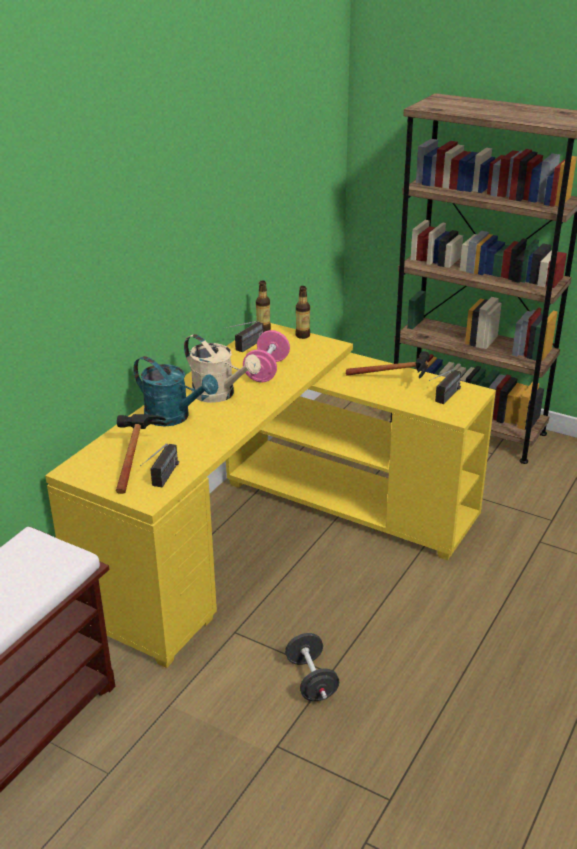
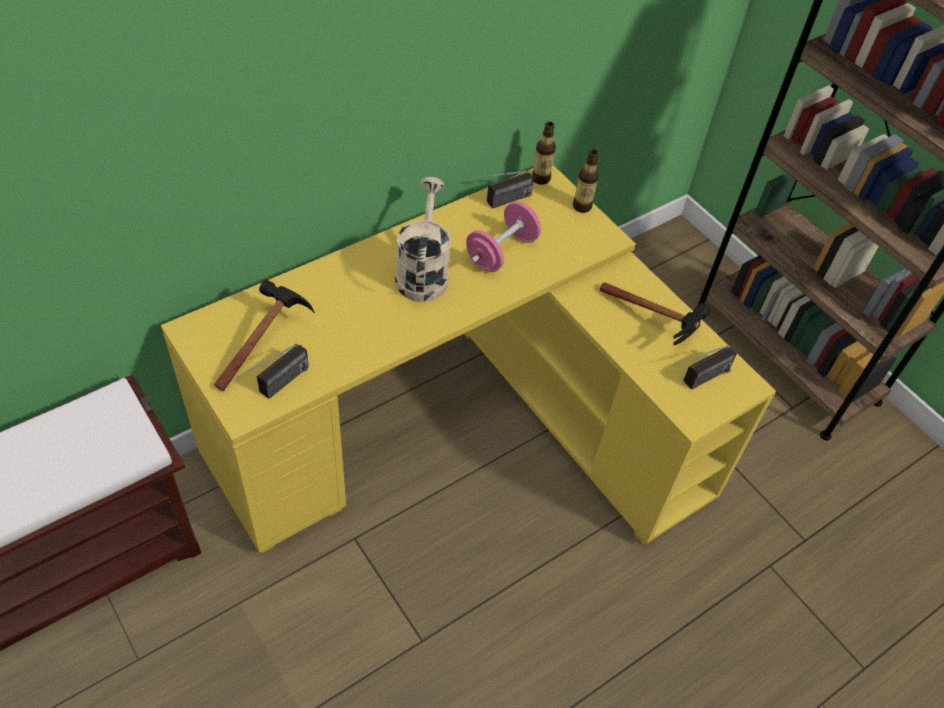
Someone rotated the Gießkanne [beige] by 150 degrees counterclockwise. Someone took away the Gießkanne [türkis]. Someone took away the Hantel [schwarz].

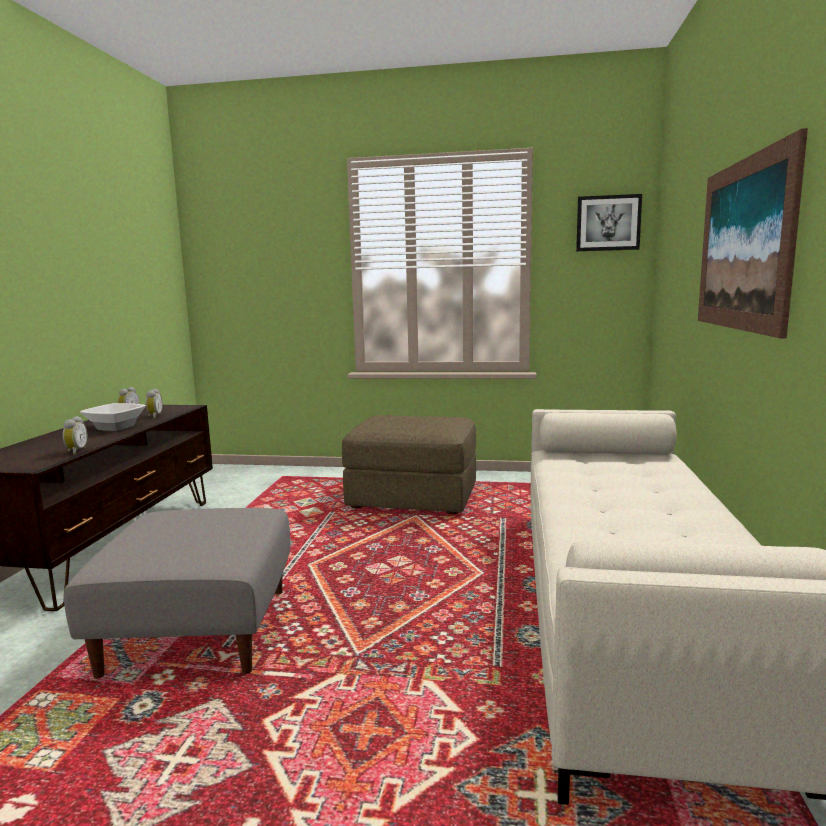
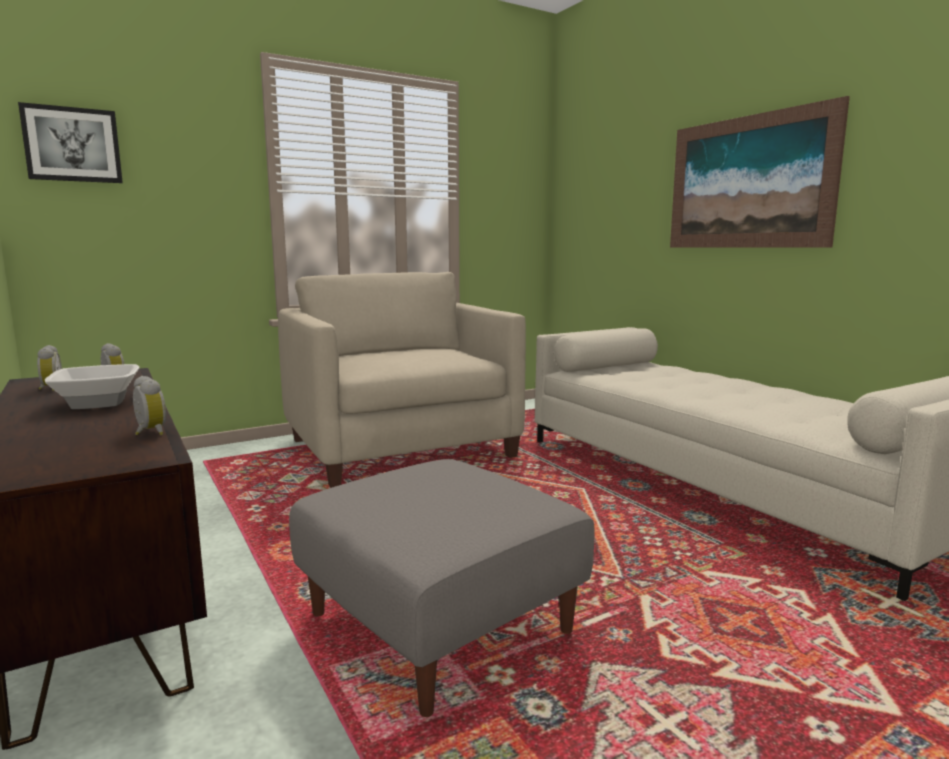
Someone carried the Bild (no. 1 from left). Someone swapped the Polsterhocker [braun] for the Sessel [beige].

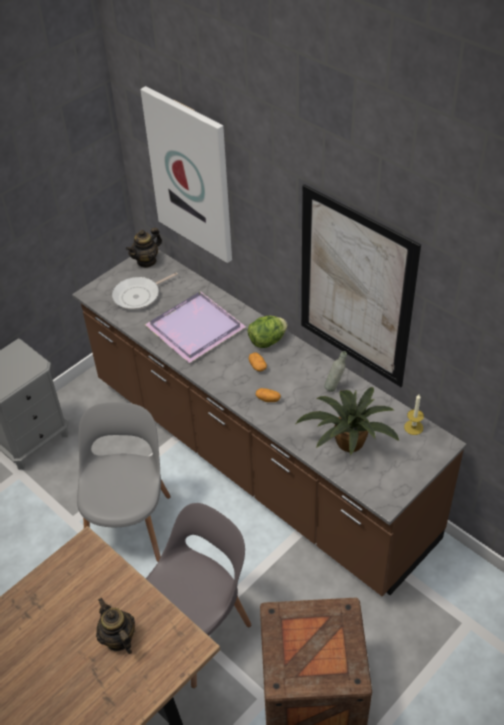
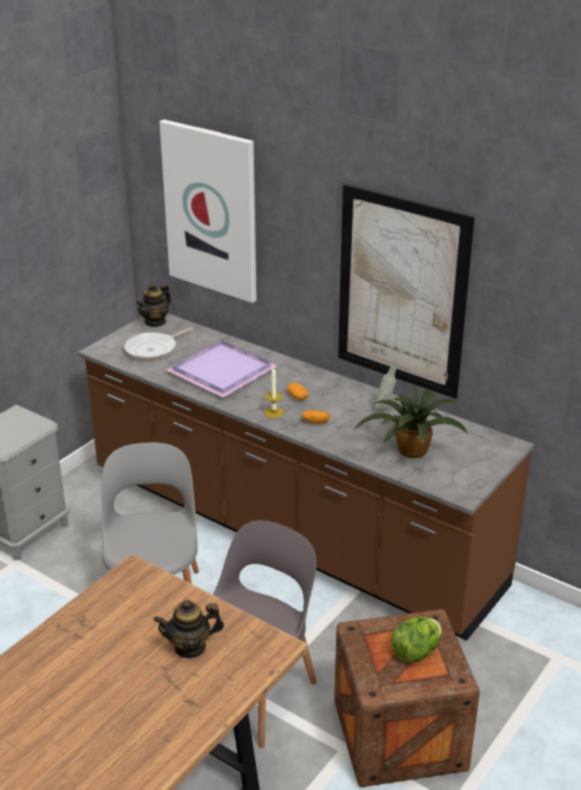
Someone carried the Salatkopf. Someone carried the Kerze. Someone rotated the Teekanne (no. 1 from left in the first image) by 60 degrees counterclockwise.

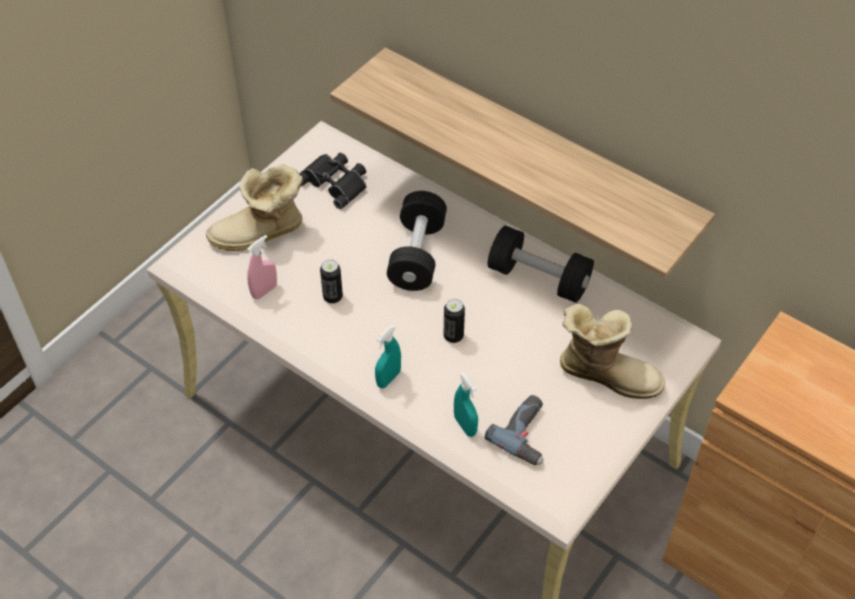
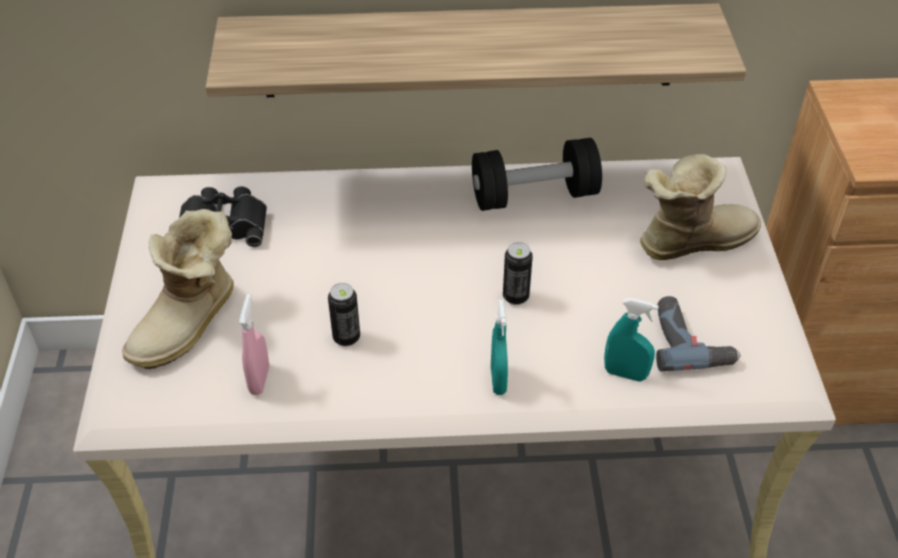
Someone took away the Hantel [schwarz] (no. 1 from left).

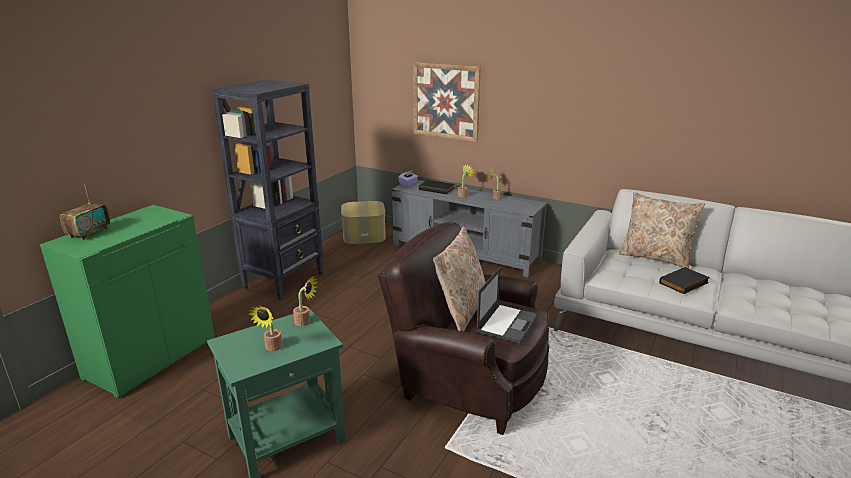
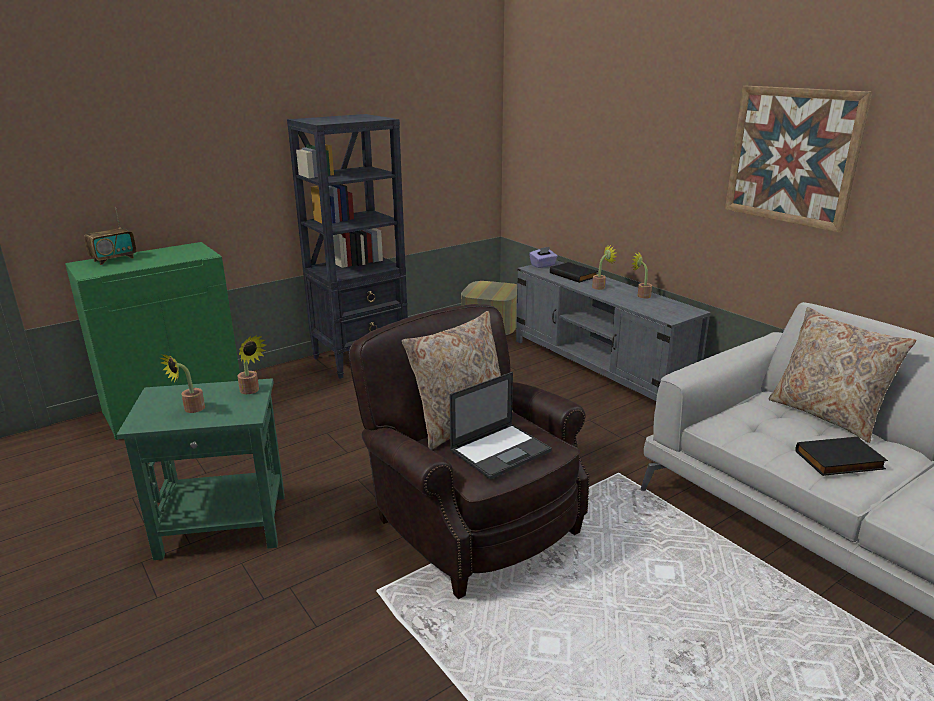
Someone carried the Bild.

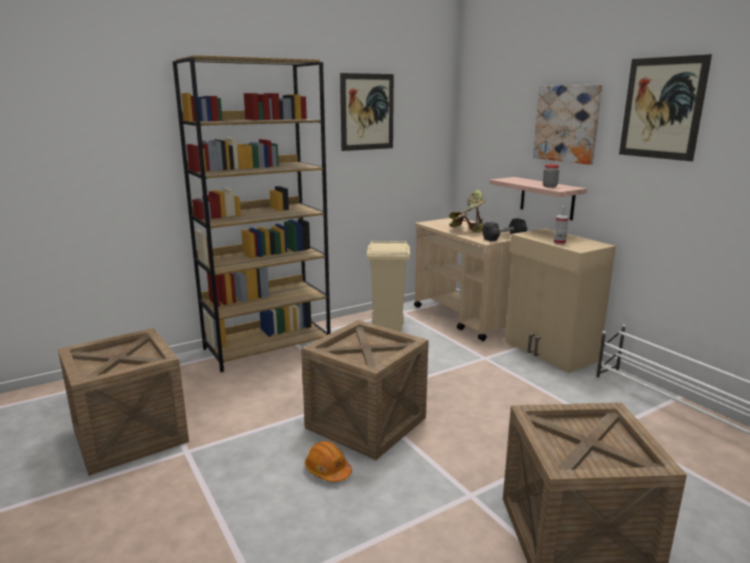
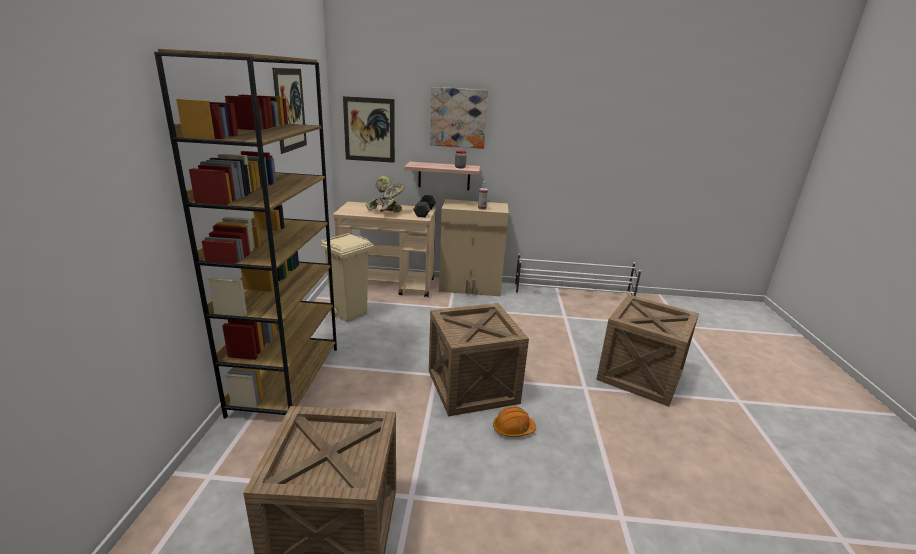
Someone carried the Bild (no. 3 from left in the first image).

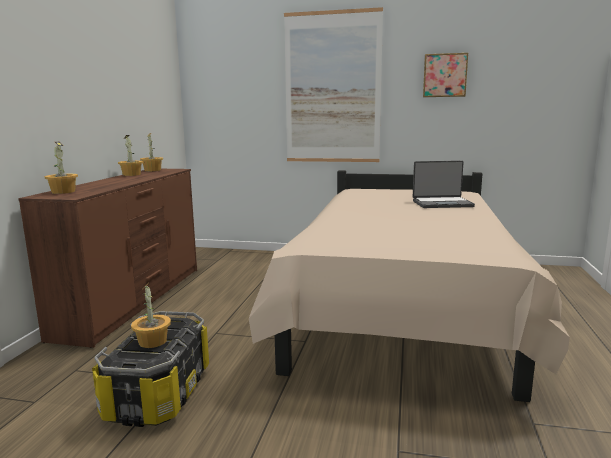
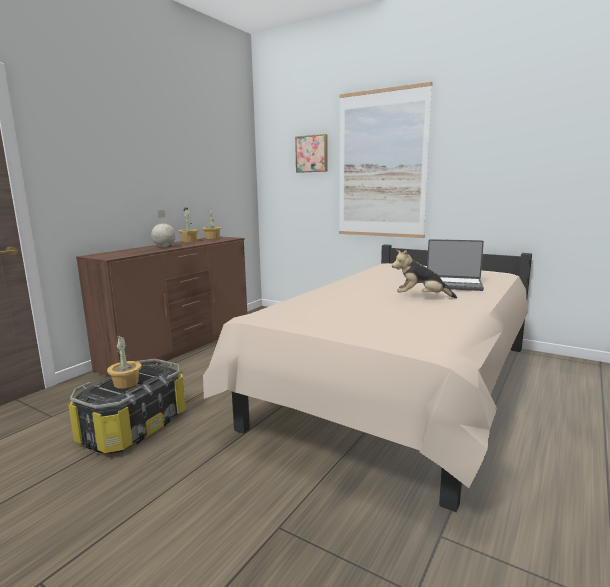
Someone carried the Bild (no. 2 from left in the first image). Someone took away the Topfpflanze (no. 1 from left). Someone put down the Globus. Someone put down the Plüschtier.

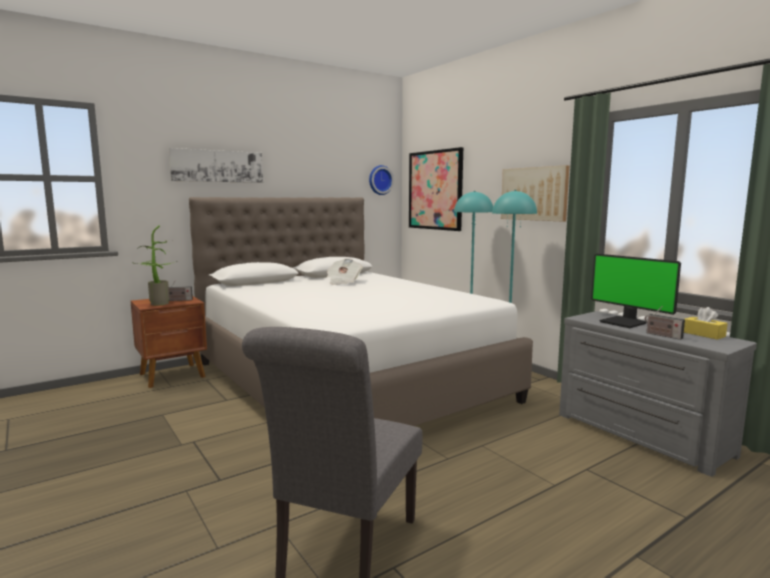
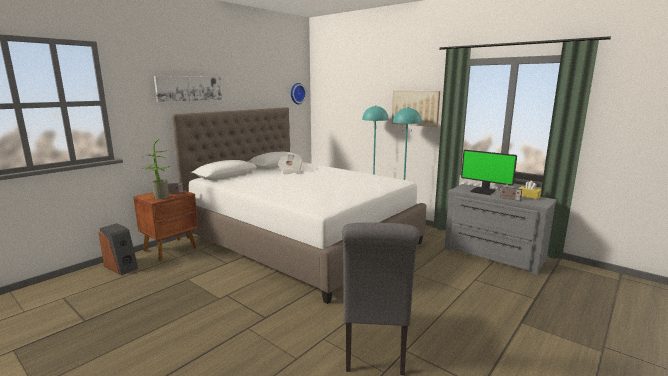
Someone took away the Bild (no. 2 from left). Someone put down the Lautsprecher.

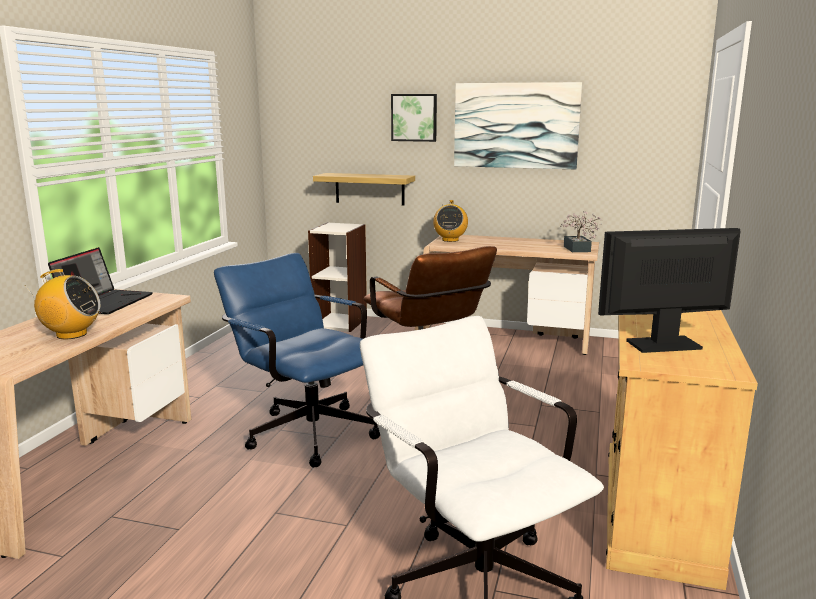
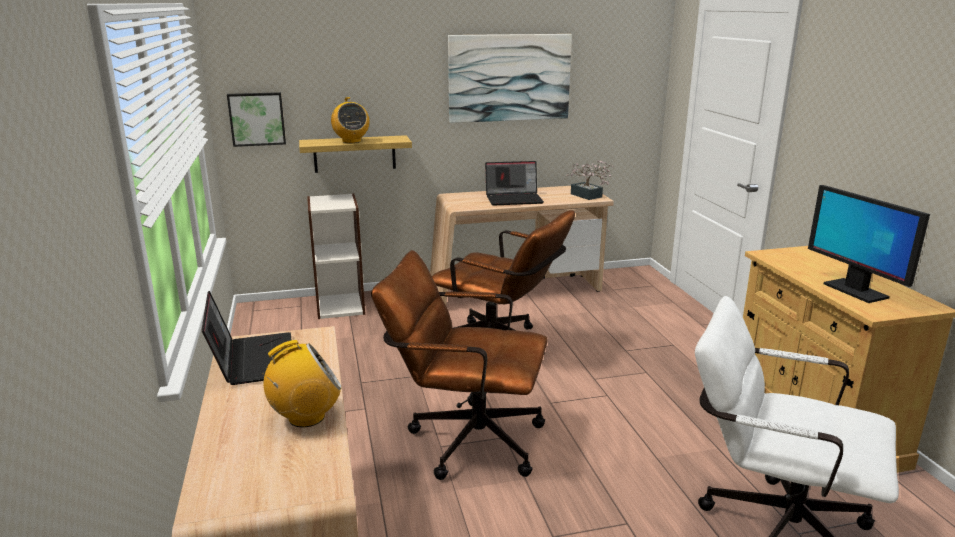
Someone carried the Bild (no. 1 from left). Someone carried the Radio (no. 2 from left). Someone rotated the Monitor by 75 degrees counterclockwise. Someone repainted the Bürostuhl [blau], which became the Bürostuhl [braun] (no. 1 from left). Someone put down the Laptop (no. 2 from left).

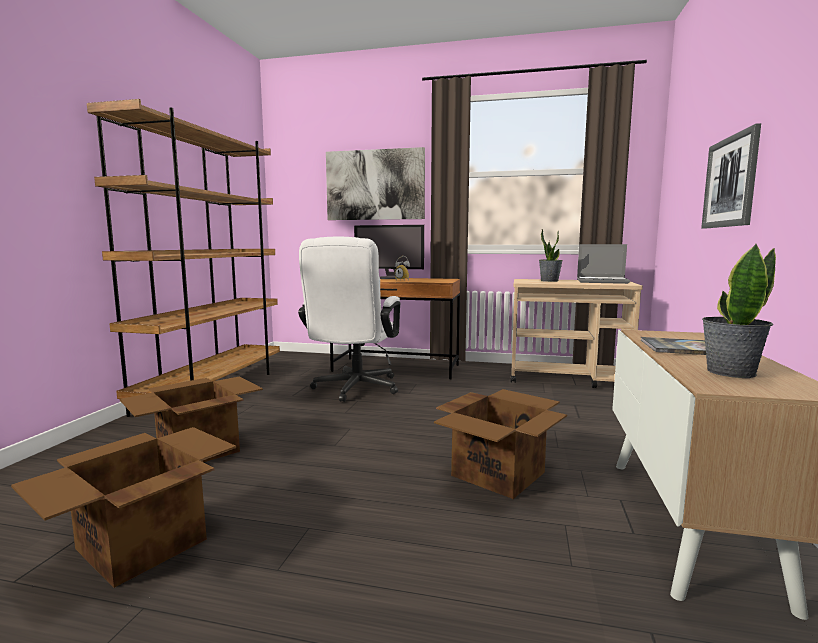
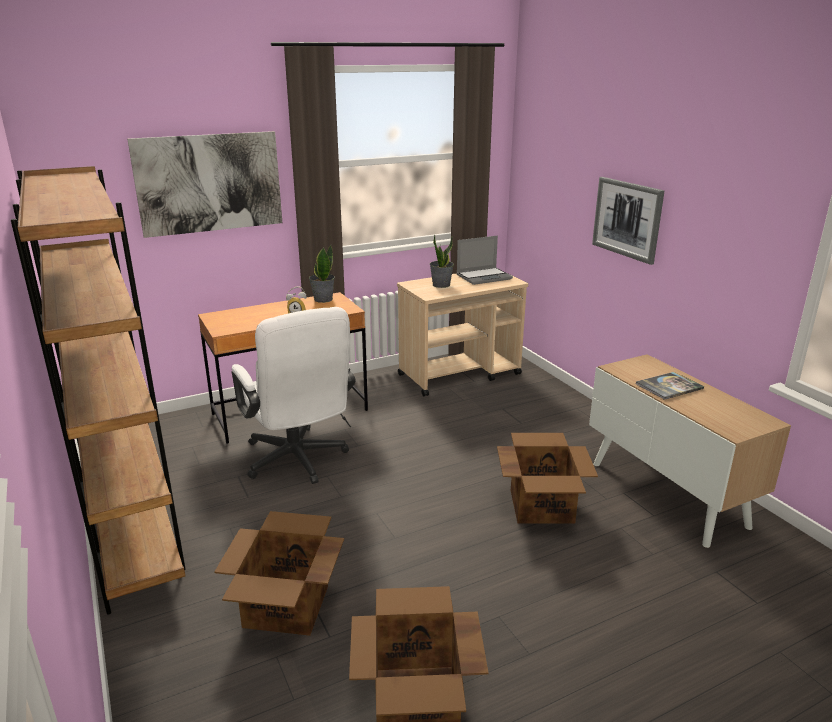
Someone took away the Monitor. Someone carried the Topfpflanze (no. 2 from left in the first image).

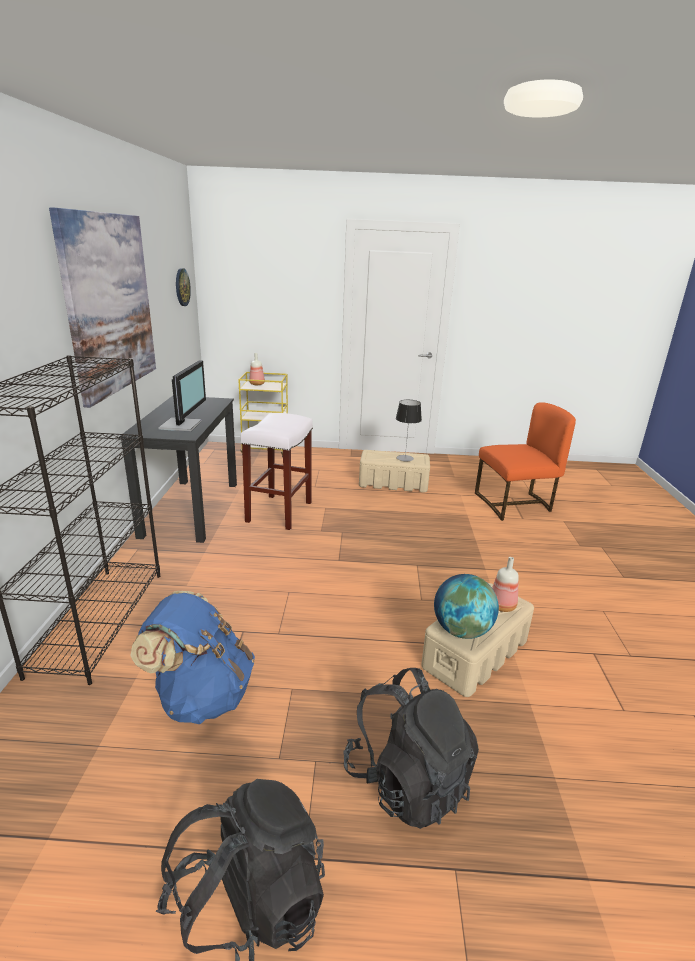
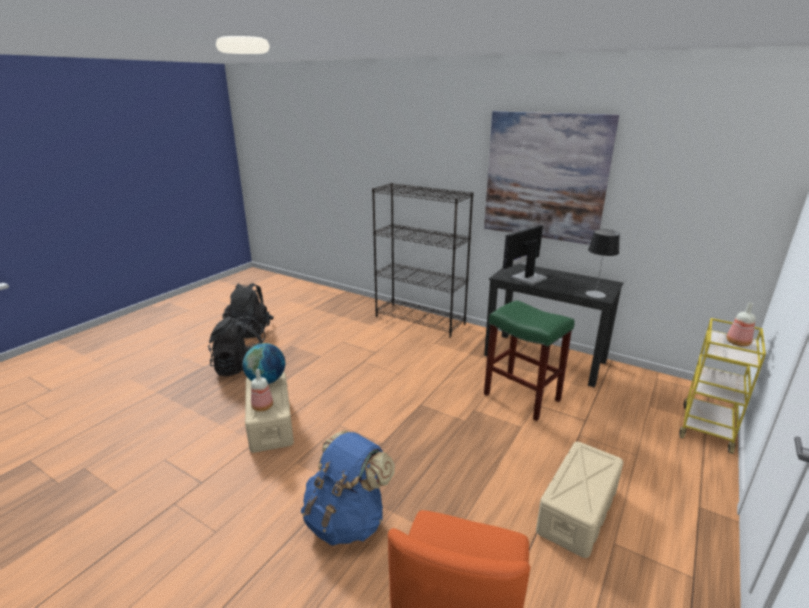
Someone took away the Wanduhr. Someone rotated the Monitor by 105 degrees clockwise. Someone carried the Tischlampe. Someone repainted the Hocker [weiß], which became the Hocker [grün]. Someone carried the Rucksack [blau].

